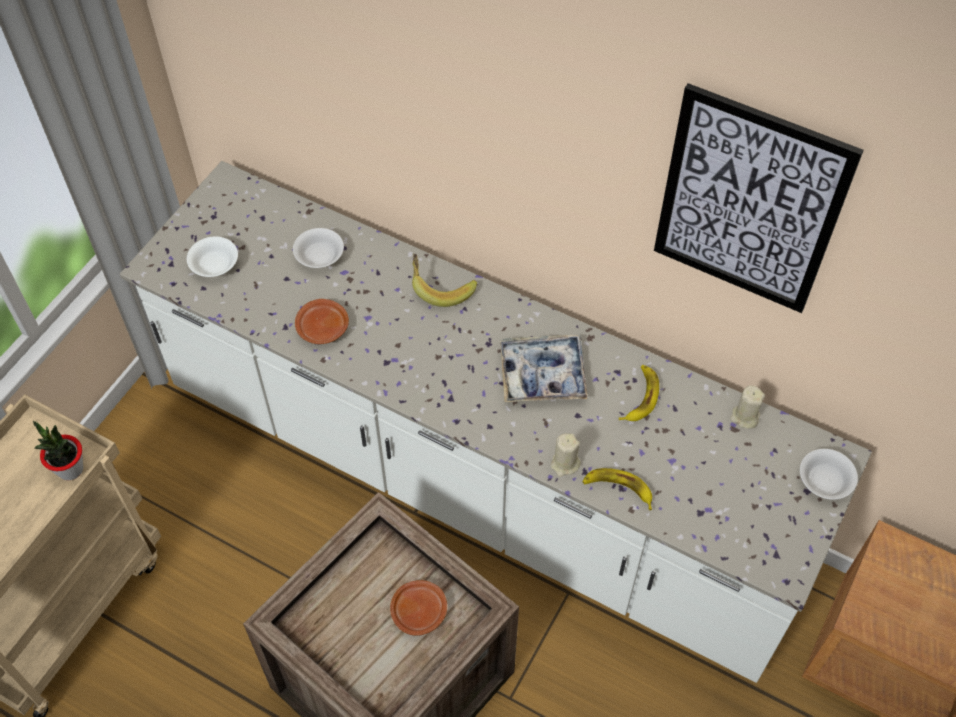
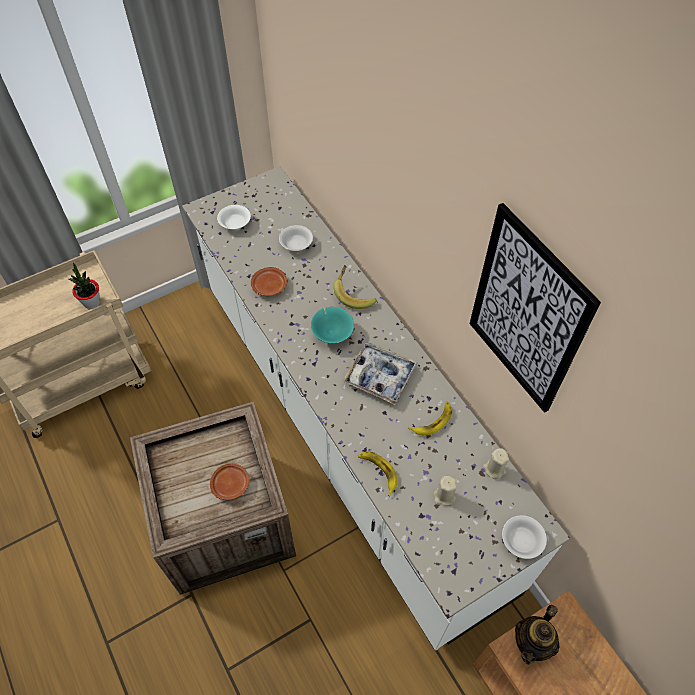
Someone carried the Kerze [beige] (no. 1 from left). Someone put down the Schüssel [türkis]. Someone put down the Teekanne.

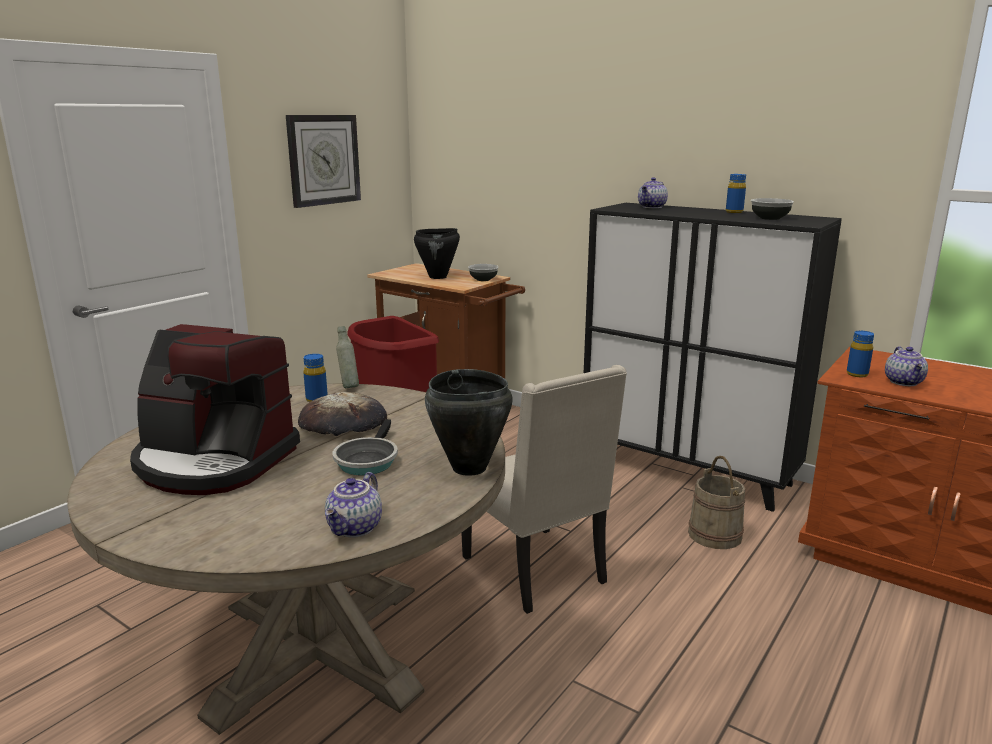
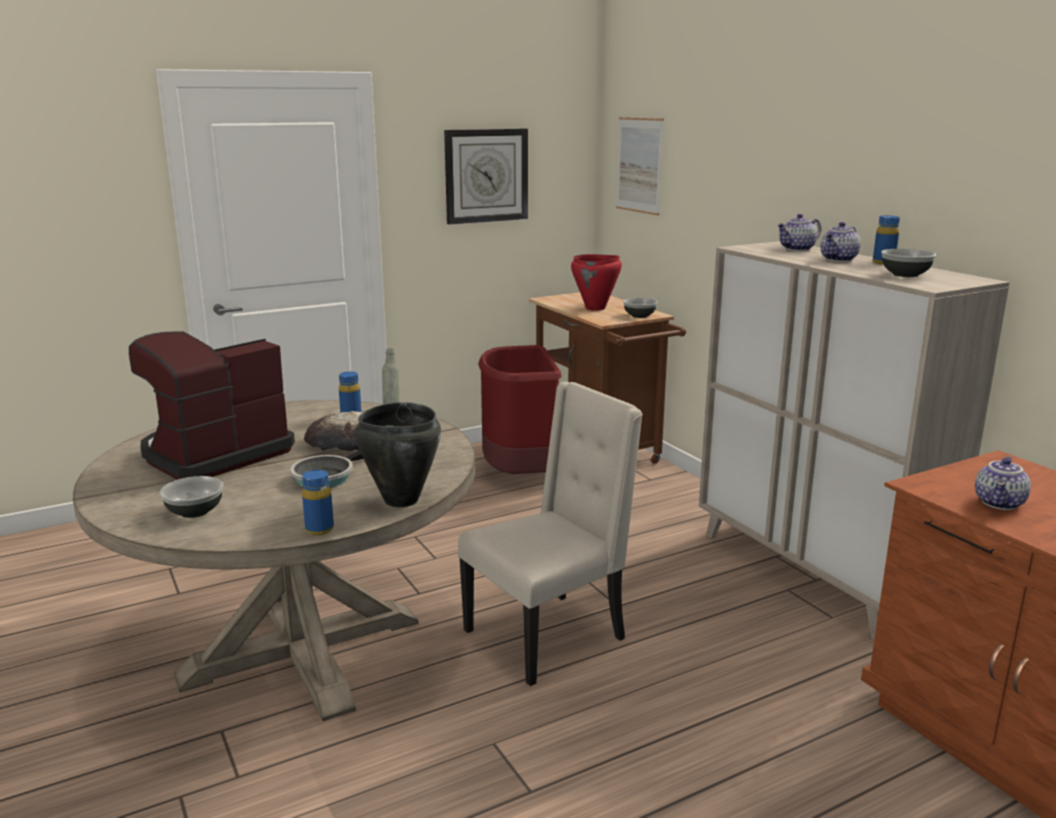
Someone repainted the Schrank [schwarz], which became the Schrank [beige]. Someone repainted the Kochtopf [schwarz] (no. 1 from left), which became the Kochtopf [rot]. Someone rotated the Kaffeemaschine by 90 degrees clockwise. Someone carried the Flasche [blau] (no. 3 from left in the first image). Someone rotated the Stuhl [beige] by 120 degrees counterclockwise. Someone took away the Eimer [beige]. Someone carried the Teekanne (no. 1 from left in the first image). Someone put up the Bild. Someone put down the Schüssel (no. 1 from left).

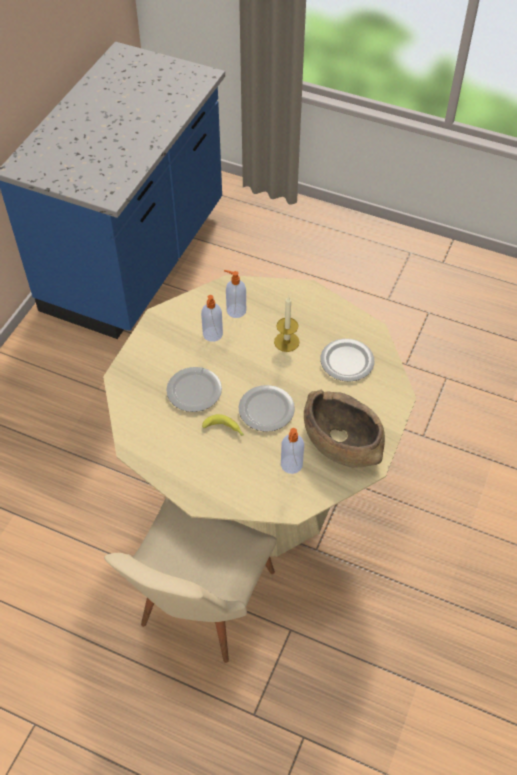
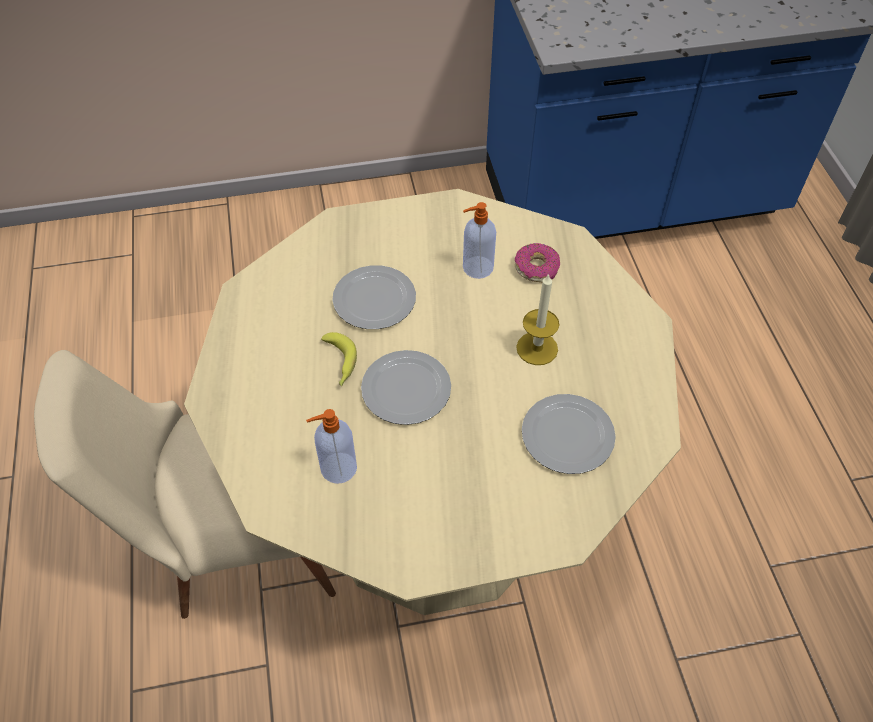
Someone swapped the Seifenspender (no. 2 from left) for the Donut. Someone took away the Schüssel [braun].

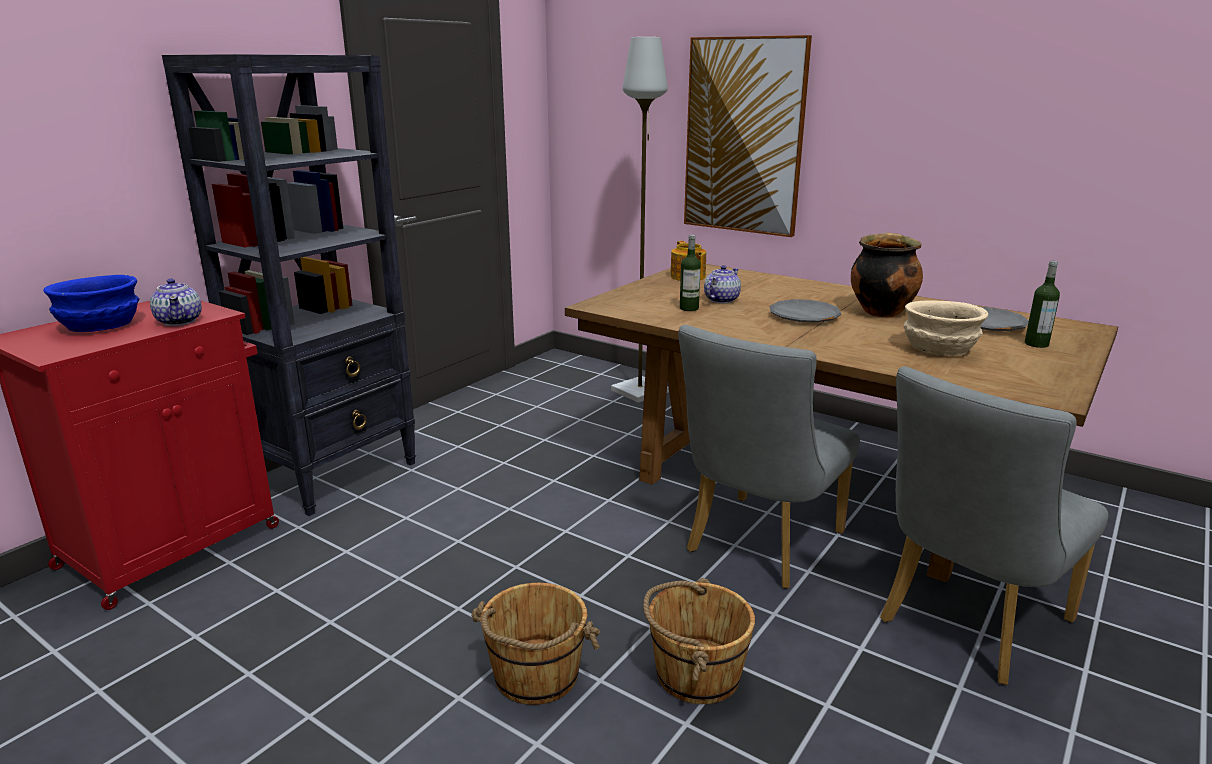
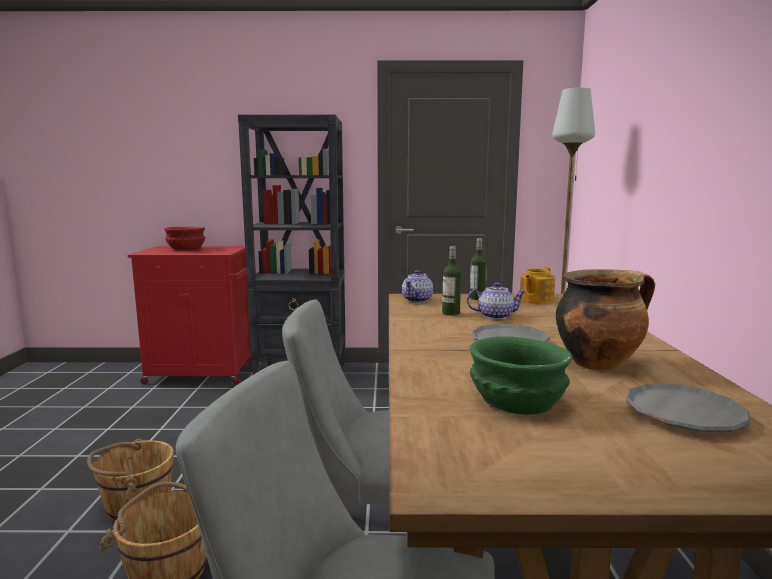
Someone took away the Bild. Someone carried the Flasche (no. 2 from left). Someone repainted the Schüssel [blau], which became the Schüssel [rot]. Someone carried the Teekanne (no. 1 from left). Someone repainted the Schüssel [beige], which became the Schüssel [grün].

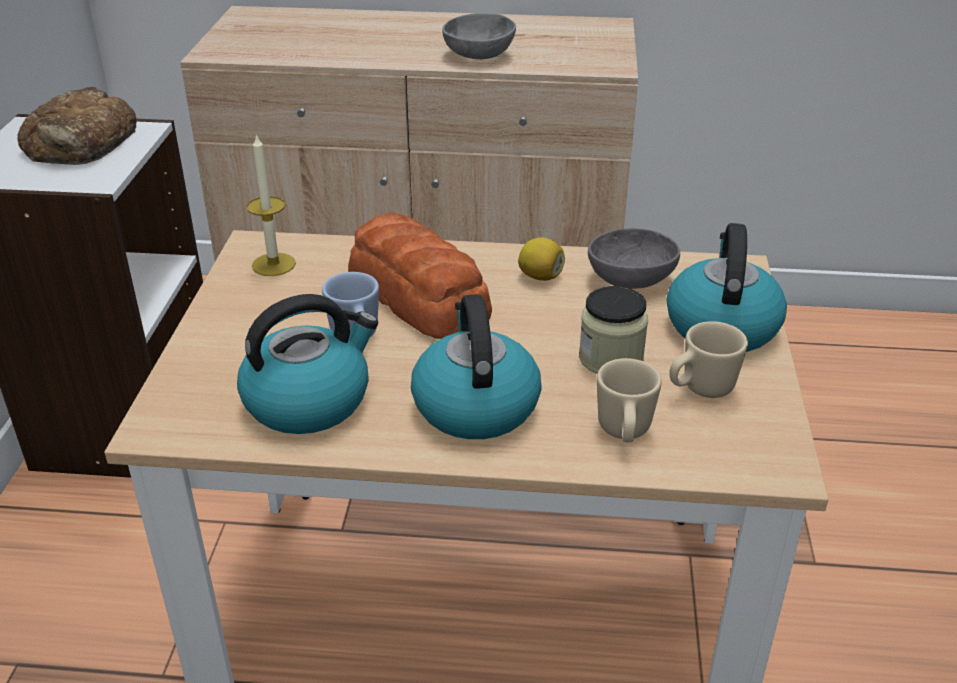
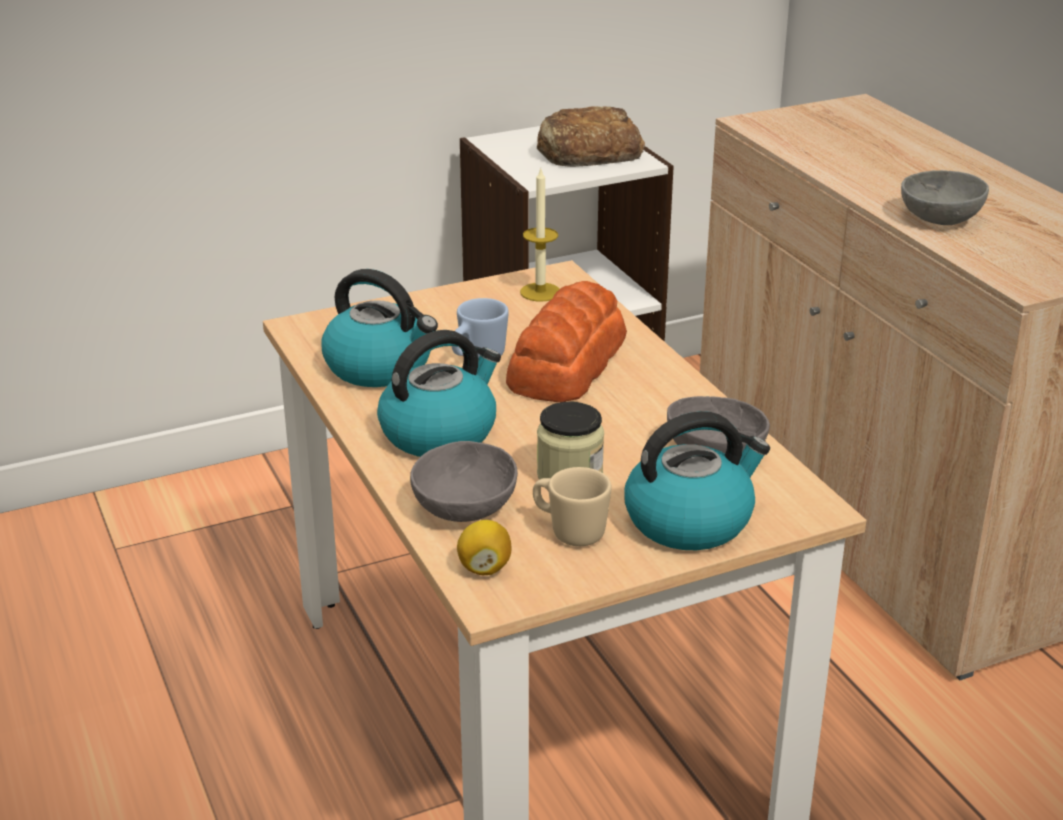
Someone carried the Zitrone. Someone swapped the Henkelbecher [beige] (no. 1 from left) for the Schüssel [grau] (no. 1 from left).

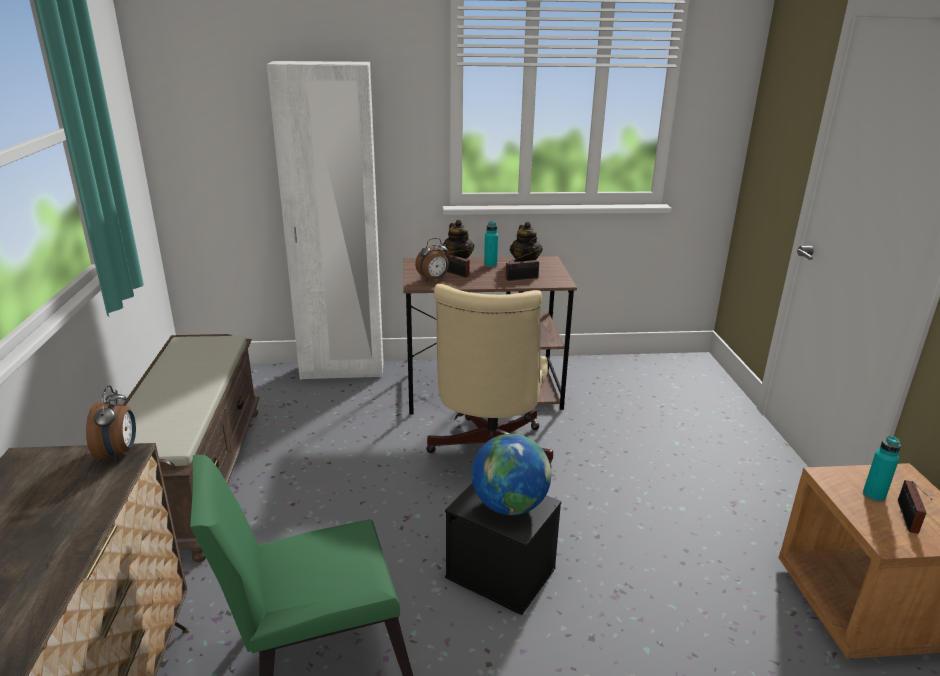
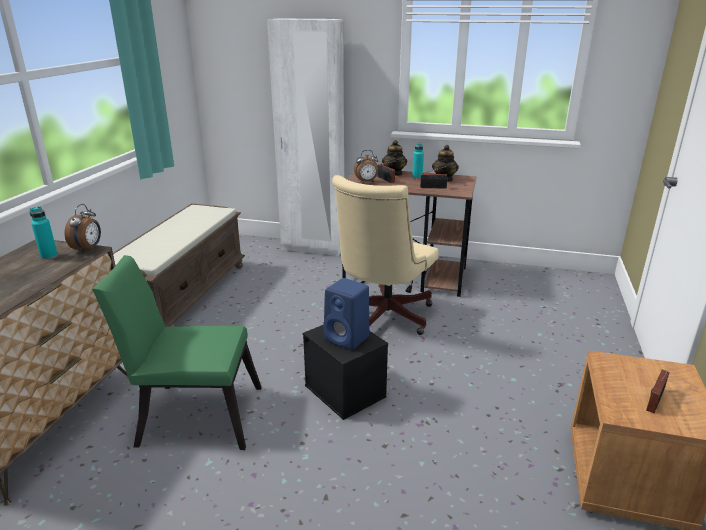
Someone swapped the Globus for the Lautsprecher [blau]. Someone carried the Flasche [türkis] (no. 2 from left in the first image).

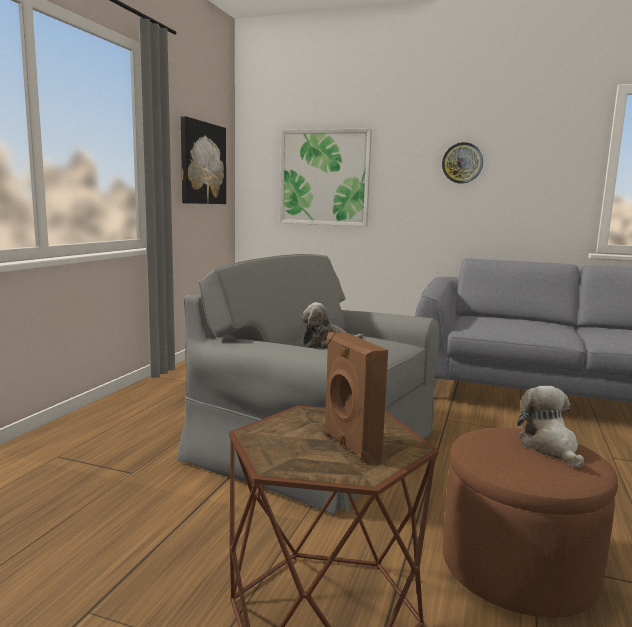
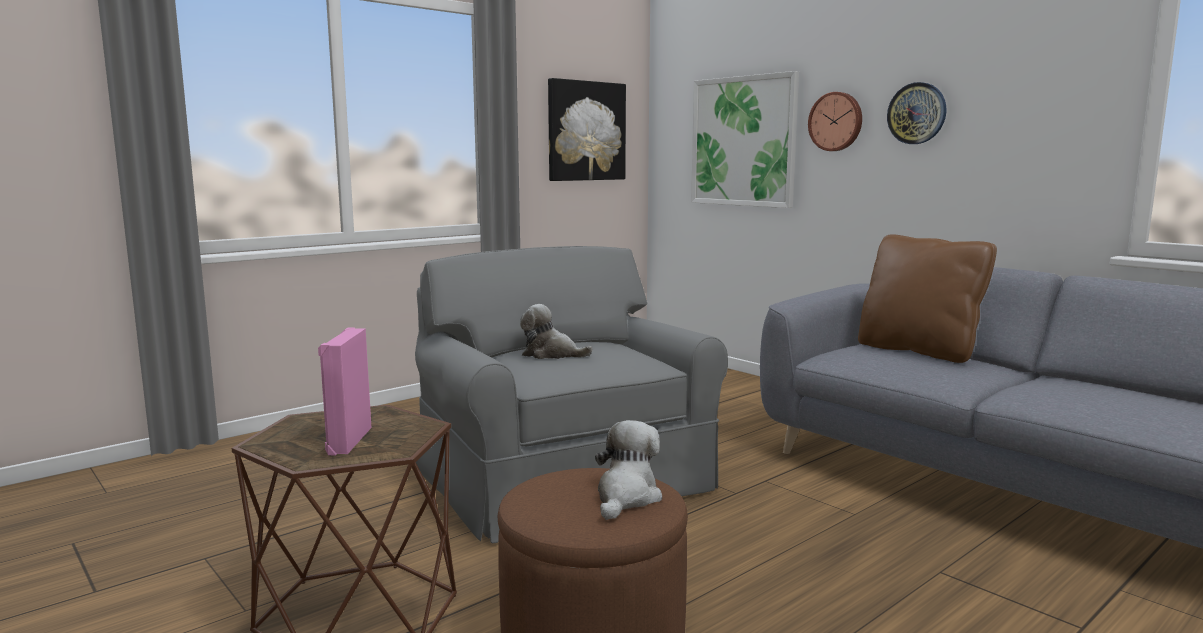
Someone repainted the Lautsprecher [braun], which became the Lautsprecher [rosa]. Someone put up the Wanduhr (no. 1 from left). Someone put down the Kissen [braun].

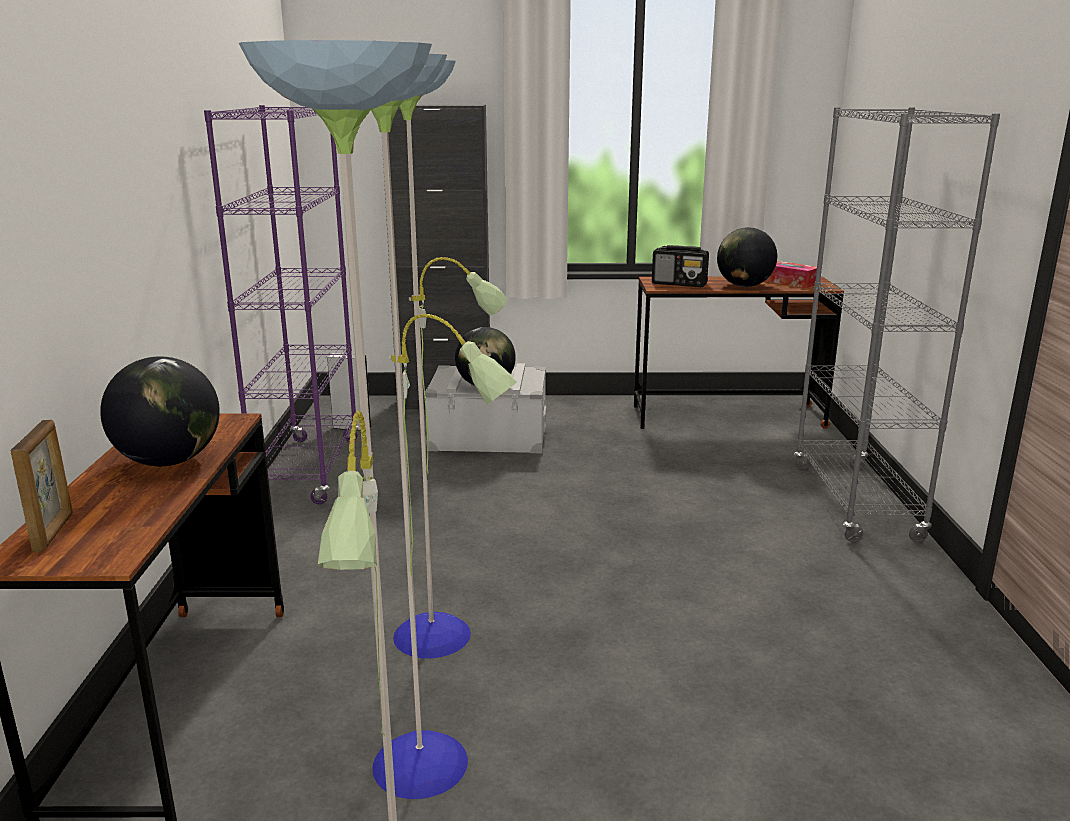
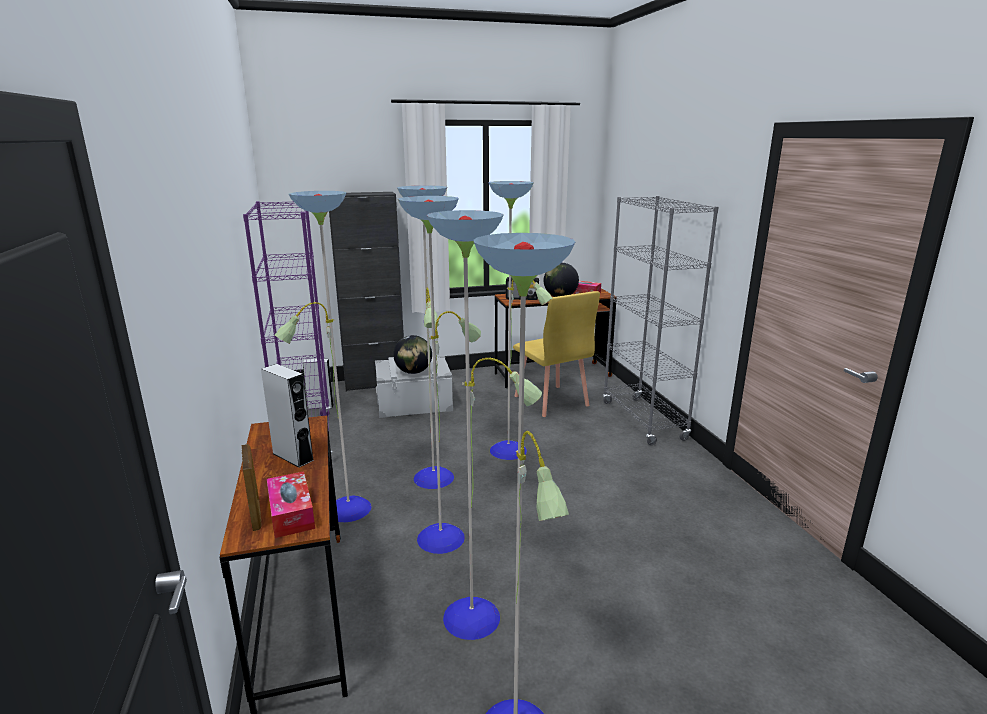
Someone swapped the Globus (no. 1 from left) for the Lautsprecher [grau] (no. 1 from left). Someone put down the Stehlampe (no. 1 from left). Someone put down the Stuhl [gelb]. Someone put down the Taschentuchbox (no. 1 from left).

